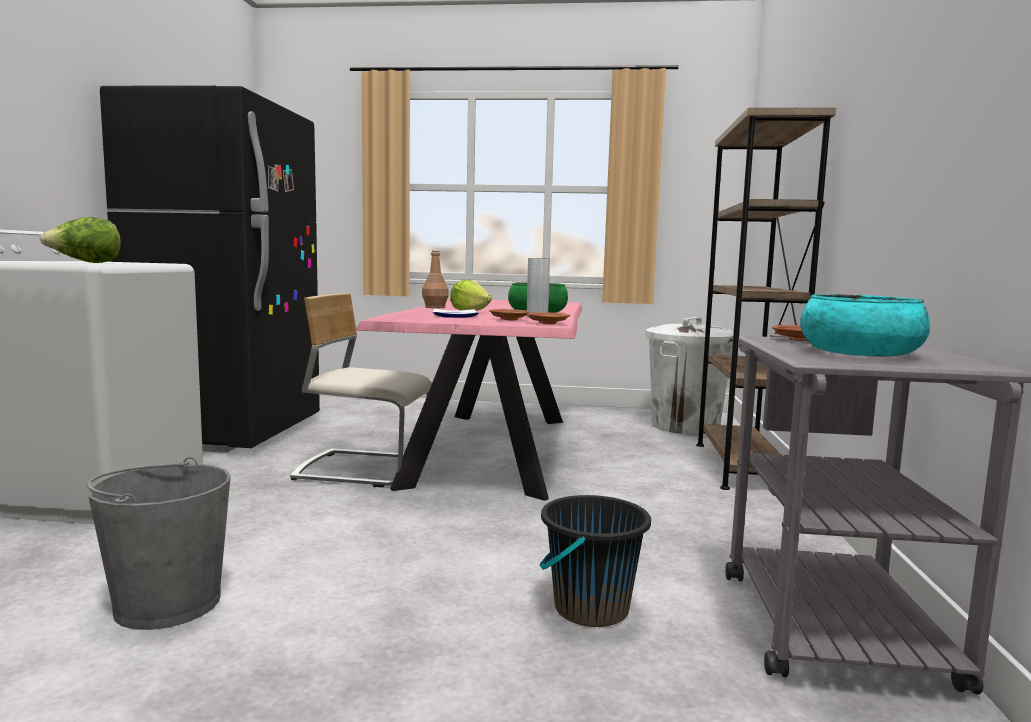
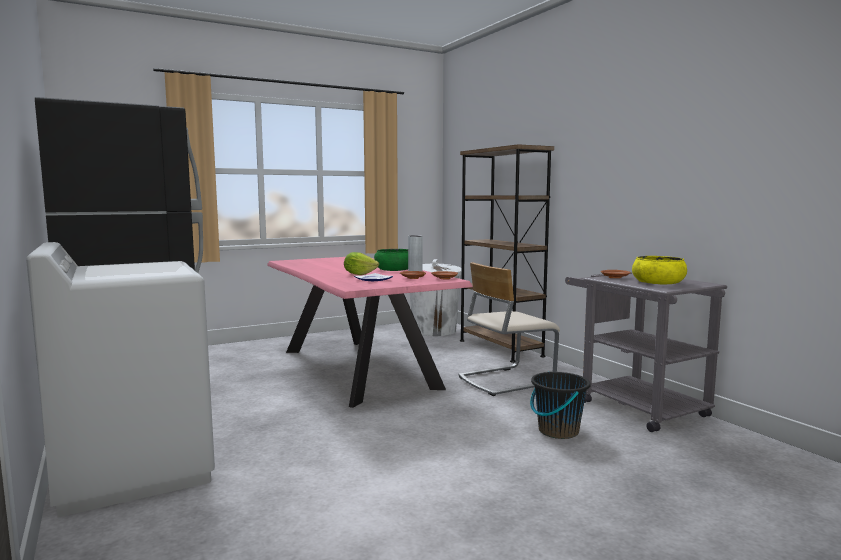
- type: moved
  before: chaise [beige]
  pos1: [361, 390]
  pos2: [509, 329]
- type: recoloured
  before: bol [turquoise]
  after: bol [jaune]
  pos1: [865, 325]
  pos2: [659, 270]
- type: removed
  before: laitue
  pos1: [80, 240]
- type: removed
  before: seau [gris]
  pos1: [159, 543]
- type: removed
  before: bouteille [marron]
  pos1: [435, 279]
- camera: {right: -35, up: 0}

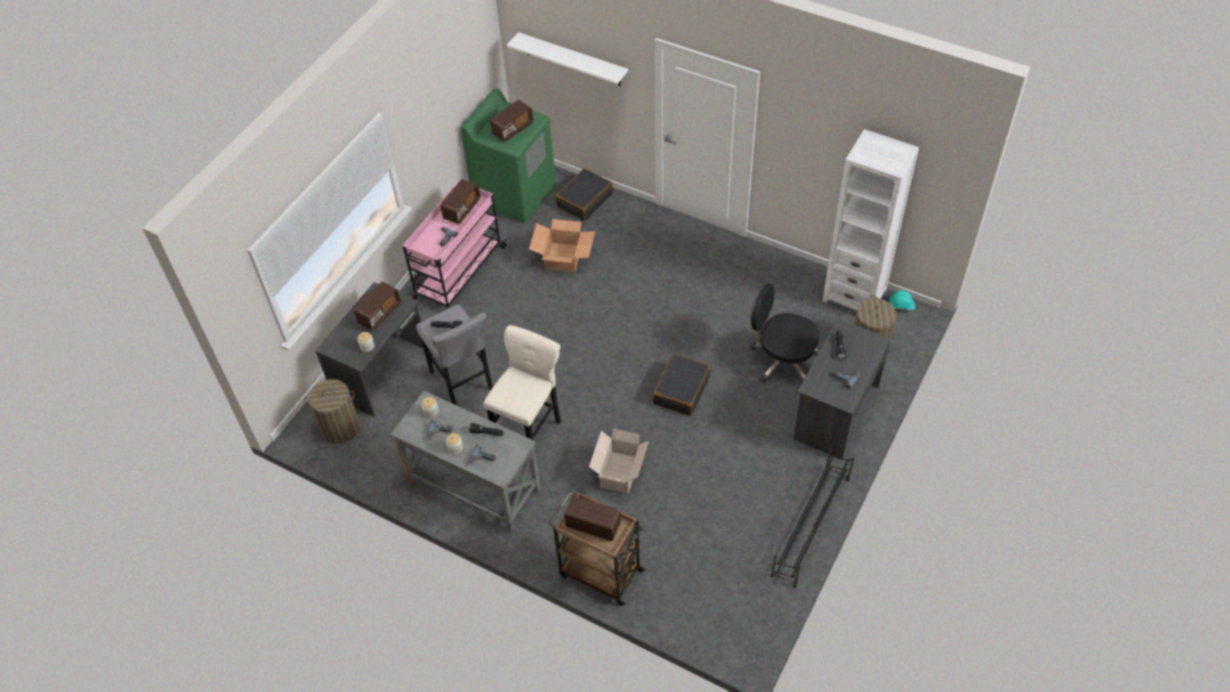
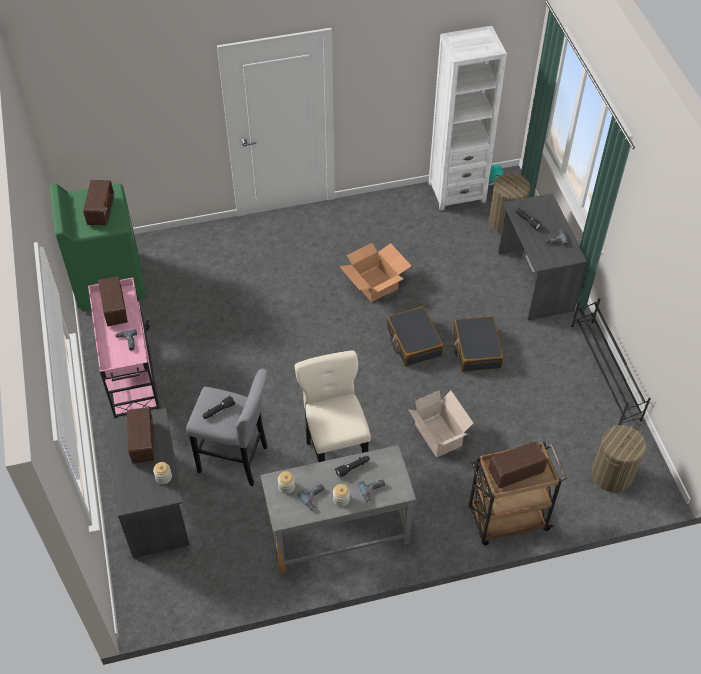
- type: moved
  before: carton
  pos1: [562, 245]
  pos2: [375, 272]
- type: moved
  before: valise [noir]
  pos1: [584, 194]
  pos2: [478, 344]
- type: moved
  before: panier à linge
  pos1: [332, 411]
  pos2: [619, 458]
- type: removed
  before: étagère [blanc]
  pos1: [567, 59]
- type: removed
  before: chaise de bureau [noir]
  pos1: [785, 333]
- camera: {right: -45, up: 0}

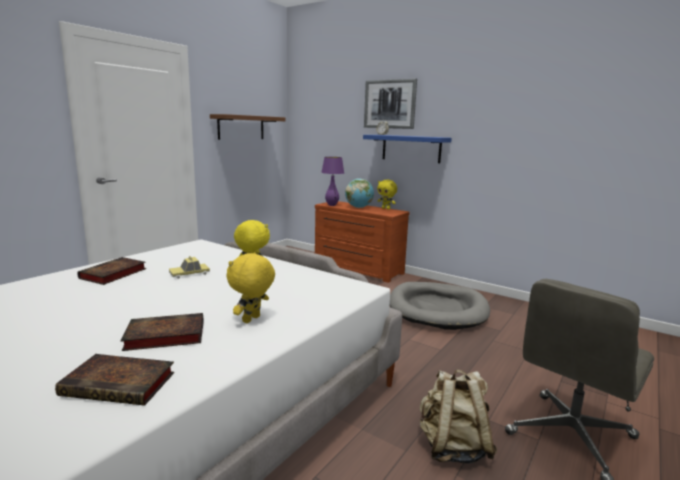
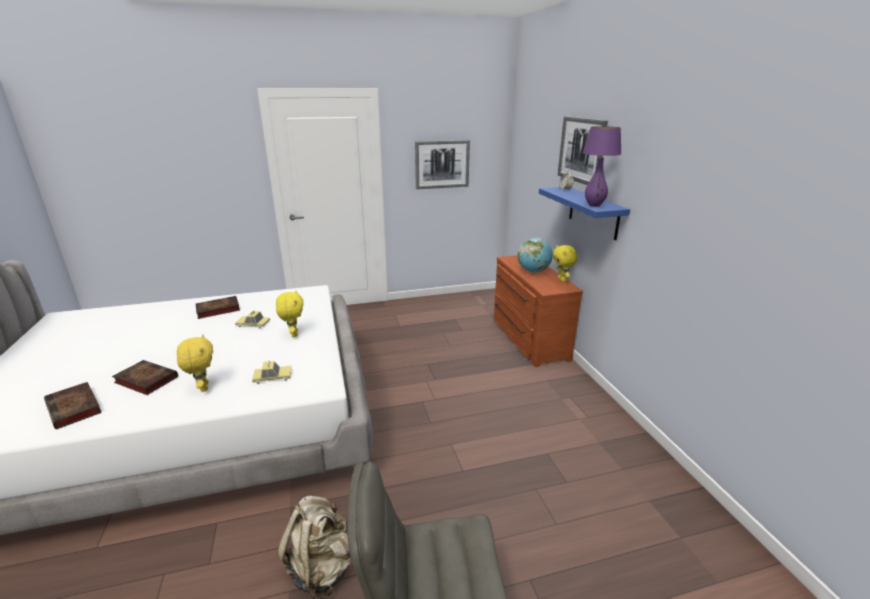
- type: turned
  before: peluche [jaune]
  pos1: [251, 287]
  pos2: [195, 363]
  turn: 90
- type: added
  after: petite voiture
  pos2: [272, 372]
- type: replaced
  before: étagère [marron]
  after: tableau
  pos1: [248, 127]
  pos2: [442, 164]
- type: moved
  before: lampe de table [violet]
  pos1: [332, 181]
  pos2: [602, 166]
- type: removed
  before: panier pour chien [gris]
  pos1: [440, 306]
- camera: {right: 40, up: 10}

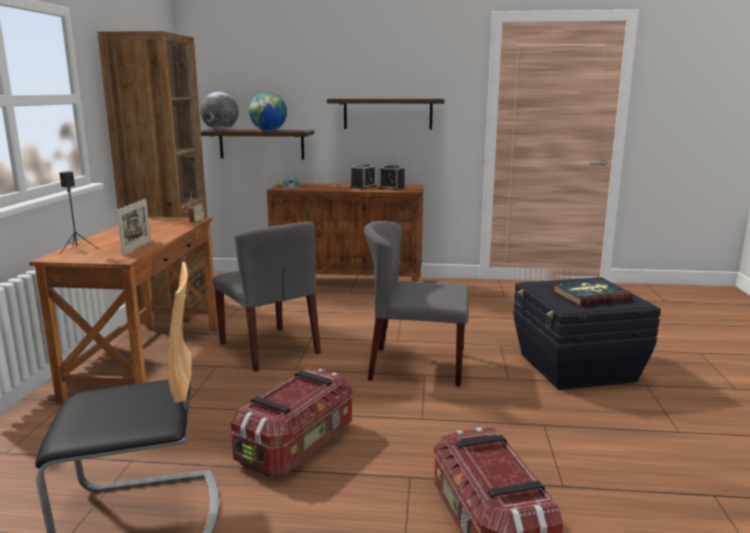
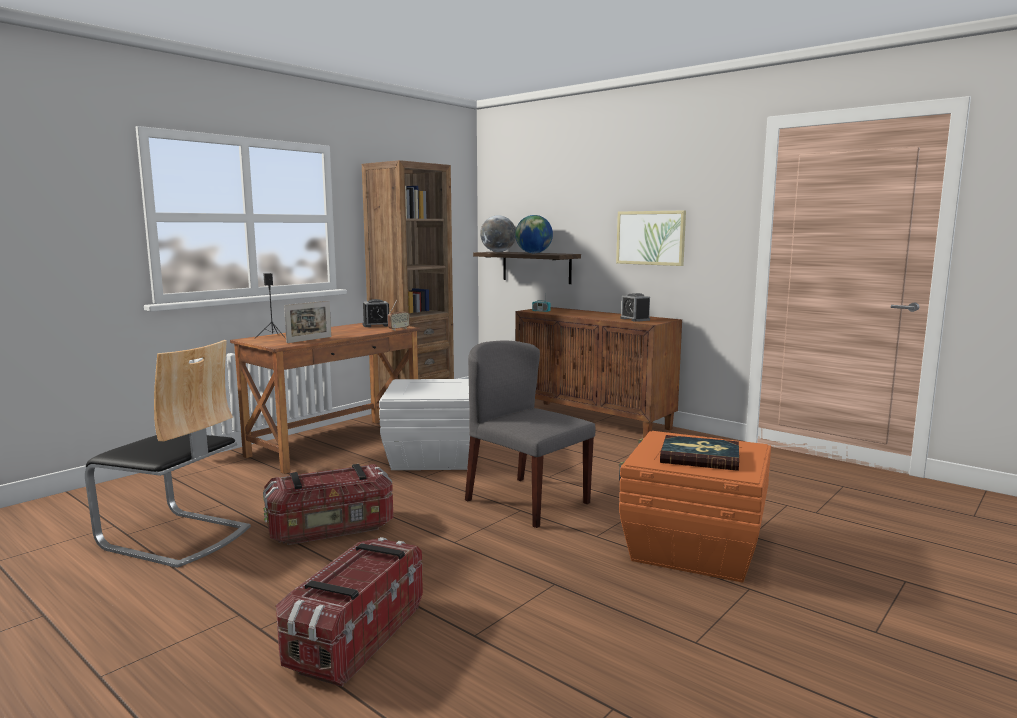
- type: moved
  before: réveil
  pos1: [363, 176]
  pos2: [376, 313]
- type: replaced
  before: chaise [gris]
  after: boîte de rangement [blanc]
  pos1: [267, 296]
  pos2: [424, 424]
- type: replaced
  before: étagère
  after: tableau
  pos1: [385, 113]
  pos2: [651, 238]
- type: recoloured
  before: boîte de rangement [noir]
  after: boîte de rangement [orange]
  pos1: [587, 333]
  pos2: [695, 507]
- camera: {right: 35, up: -5}

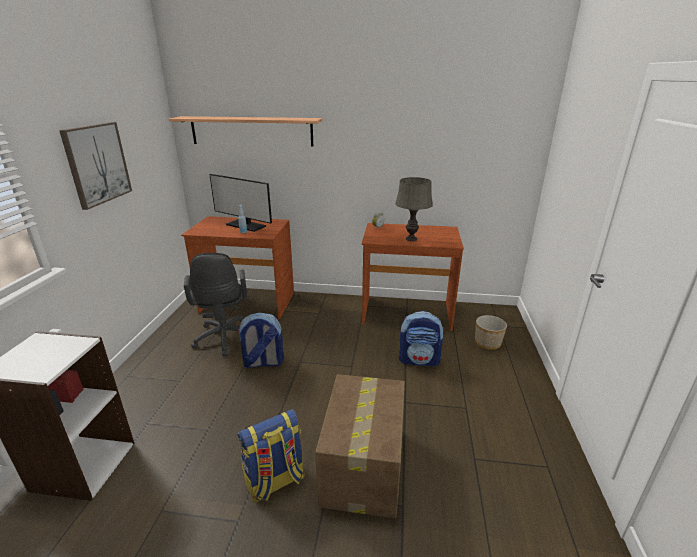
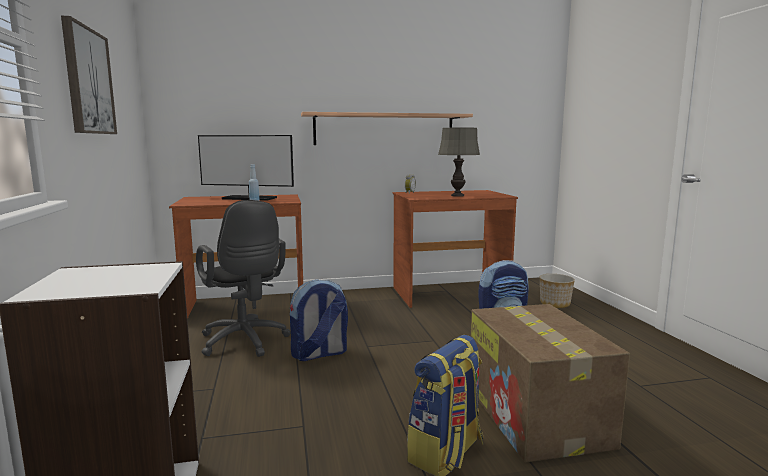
- type: moved
  before: étagère
  pos1: [245, 131]
  pos2: [387, 128]
- camera: {right: -20, up: -15}

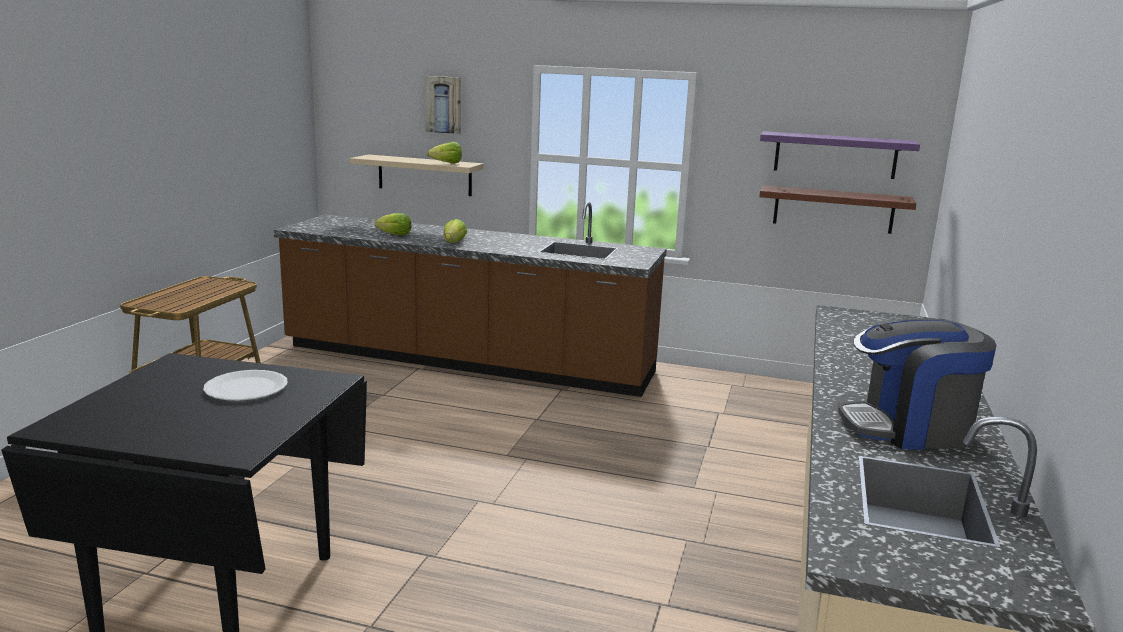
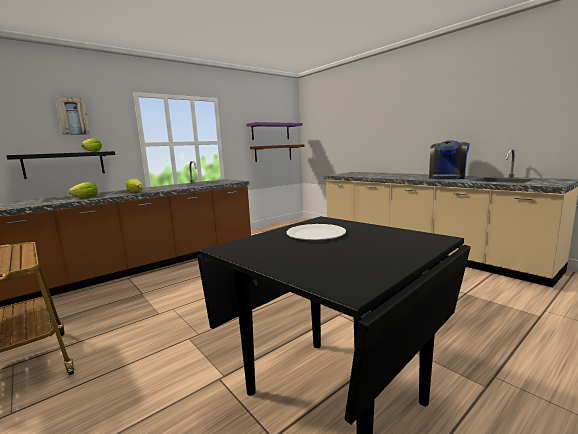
- type: recoloured
  before: étagère [beige]
  after: étagère [noir]
  pos1: [417, 175]
  pos2: [60, 165]
- camera: {right: -55, up: -5}

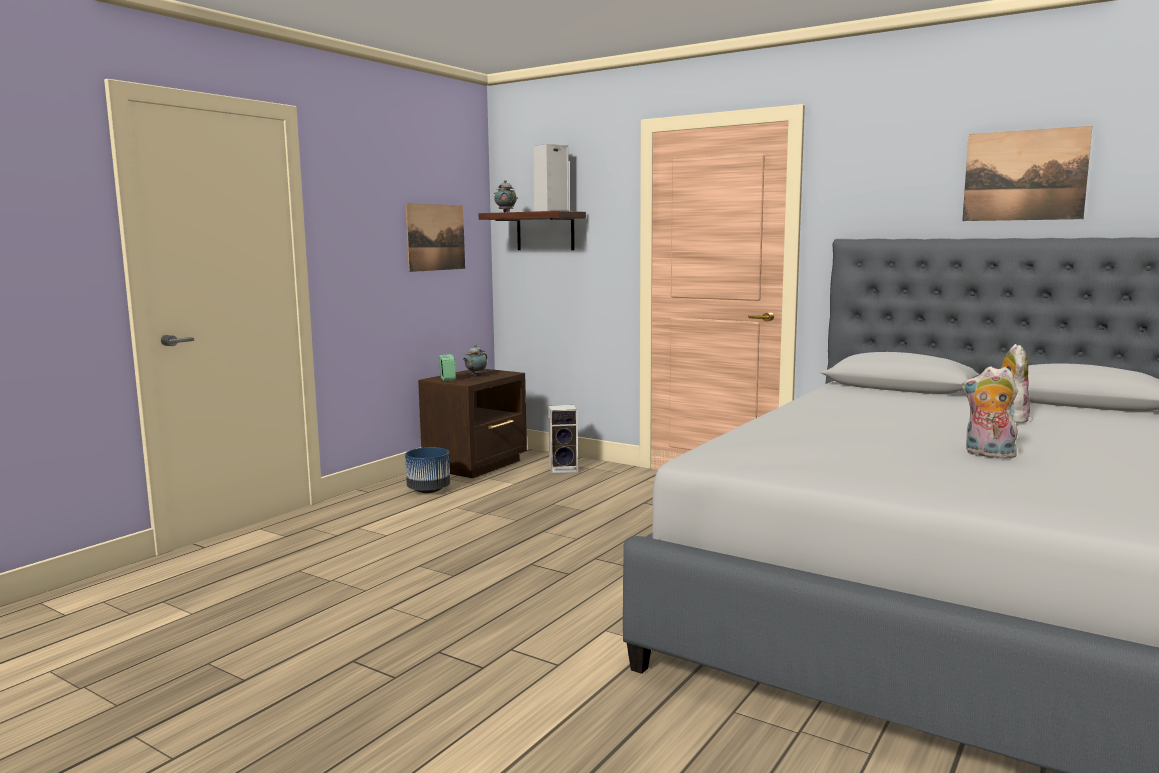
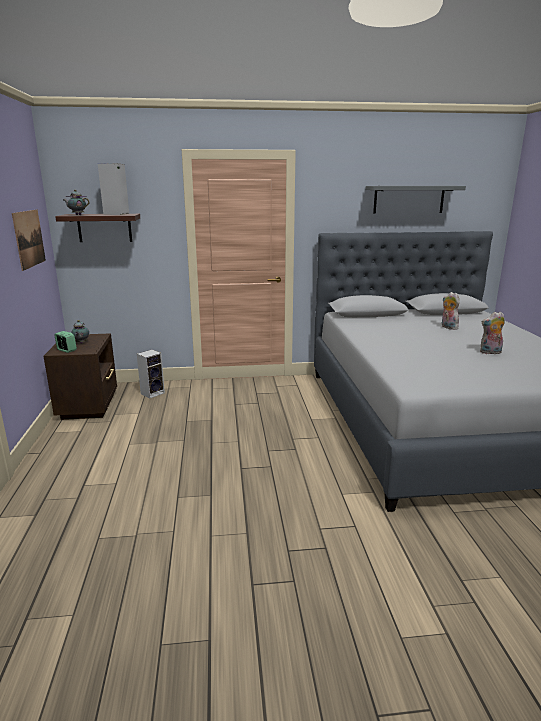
- type: replaced
  before: tableau
  after: étagère [gris]
  pos1: [1027, 173]
  pos2: [415, 199]
- type: removed
  before: cache-pot [bleu]
  pos1: [427, 470]
- camera: {right: -40, up: 10}

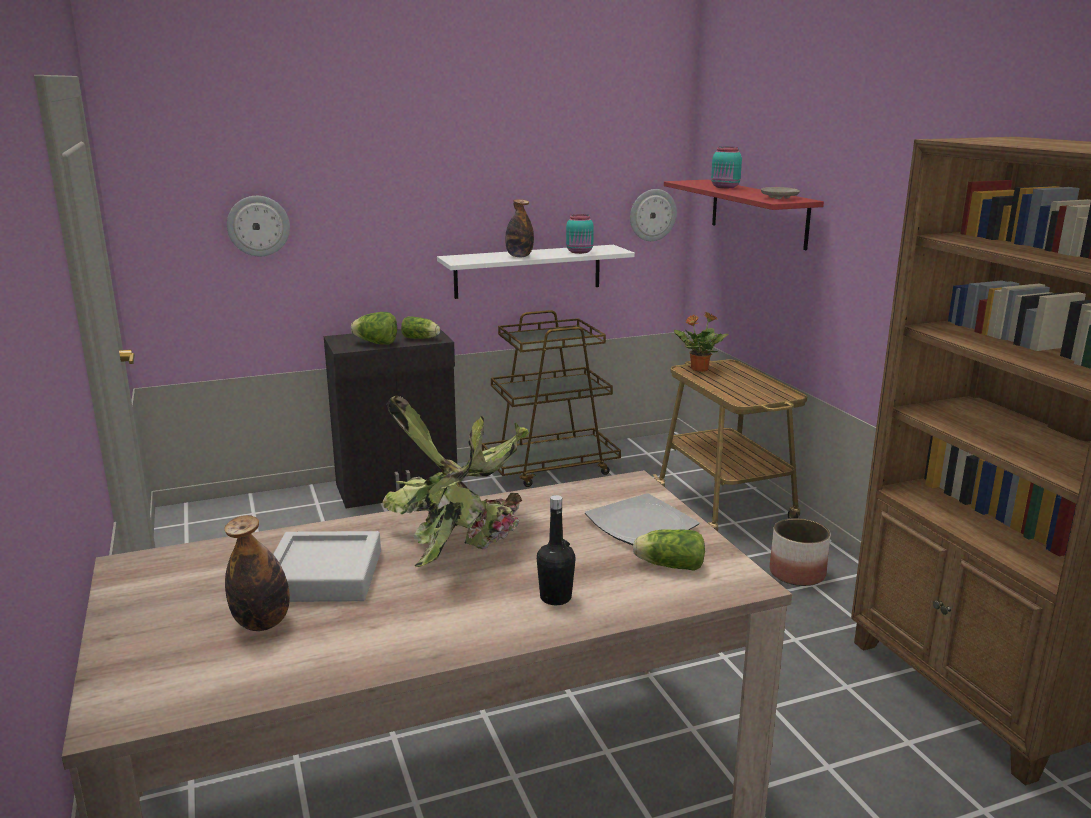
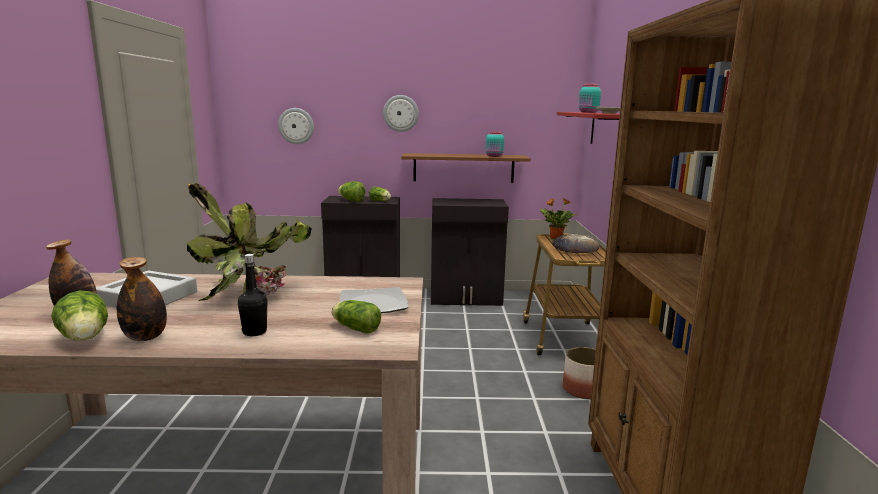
- type: added
  after: laitue
  pos2: [79, 315]
- type: moved
  before: bouteille
  pos1: [519, 228]
  pos2: [142, 299]
- type: moved
  before: horloge murale
  pos1: [653, 215]
  pos2: [401, 113]
- type: recoloured
  before: étagère [blanc]
  after: étagère [marron]
  pos1: [536, 272]
  pos2: [466, 168]
- type: replaced
  before: chariot [marron]
  after: meuble de rangement [noir]
  pos1: [551, 398]
  pos2: [470, 252]
- type: added
  after: pain
  pos2: [576, 243]
- camera: {right: 20, up: -5}

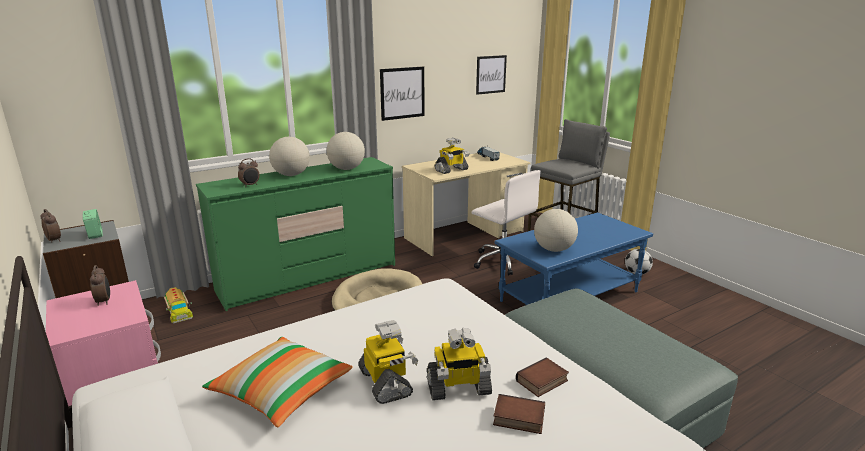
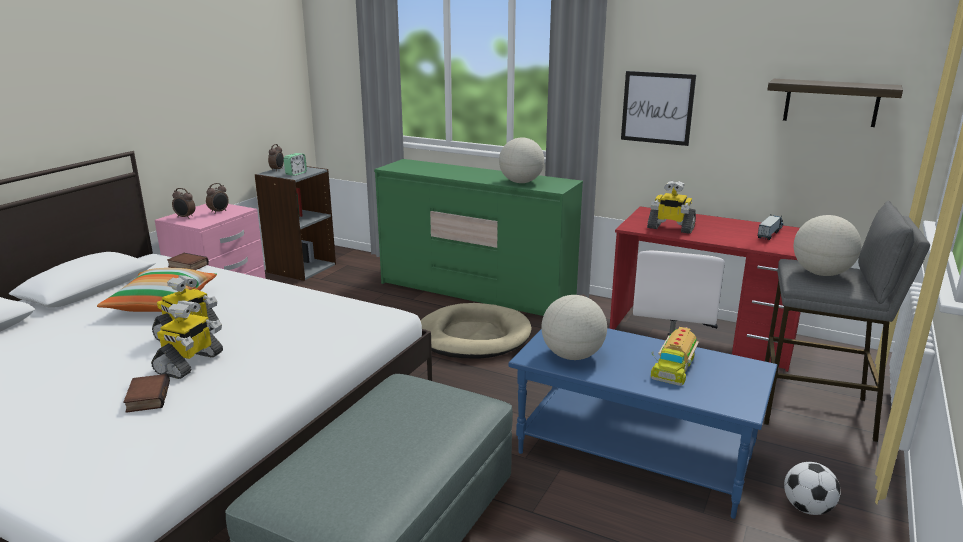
- type: turned
  before: robot jouet
  pos1: [459, 364]
  pos2: [187, 339]
  turn: -120
- type: moved
  before: livre
  pos1: [542, 377]
  pos2: [188, 261]
- type: moved
  before: réveil
  pos1: [249, 172]
  pos2: [183, 203]
- type: recoloured
  before: bureau [beige]
  after: bureau [rouge]
  pos1: [466, 204]
  pos2: [705, 289]
- type: moved
  before: camion jouet
  pos1: [178, 305]
  pos2: [675, 356]
- type: replaced
  before: tableau
  after: étagère
  pos1: [491, 75]
  pos2: [835, 103]
- type: moved
  before: globe
  pos1: [289, 156]
  pos2: [827, 245]
- camera: {right: 60, up: 0}

